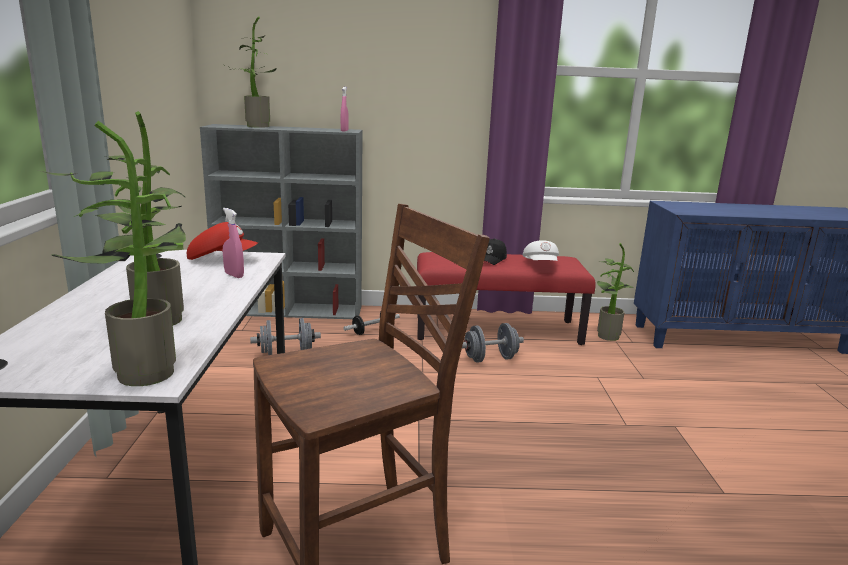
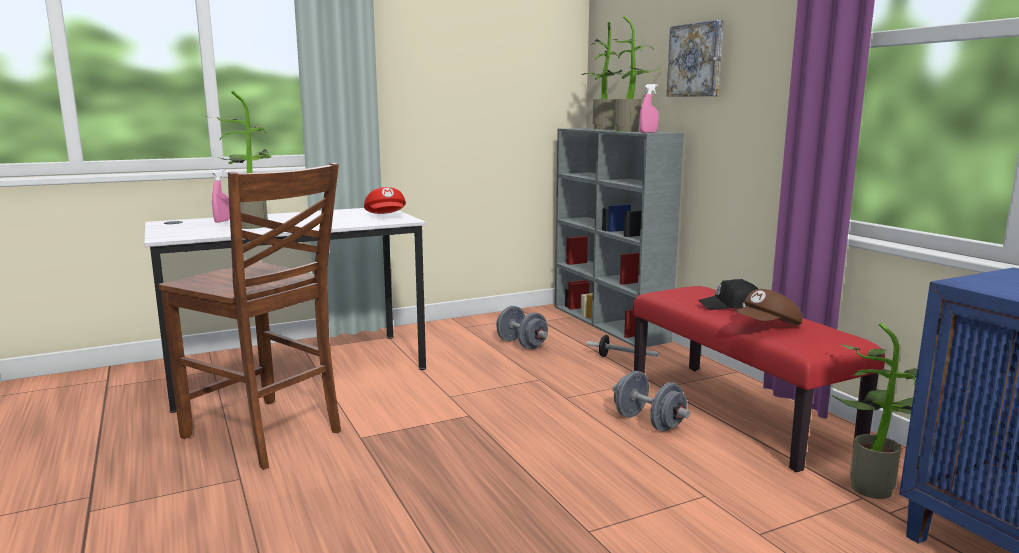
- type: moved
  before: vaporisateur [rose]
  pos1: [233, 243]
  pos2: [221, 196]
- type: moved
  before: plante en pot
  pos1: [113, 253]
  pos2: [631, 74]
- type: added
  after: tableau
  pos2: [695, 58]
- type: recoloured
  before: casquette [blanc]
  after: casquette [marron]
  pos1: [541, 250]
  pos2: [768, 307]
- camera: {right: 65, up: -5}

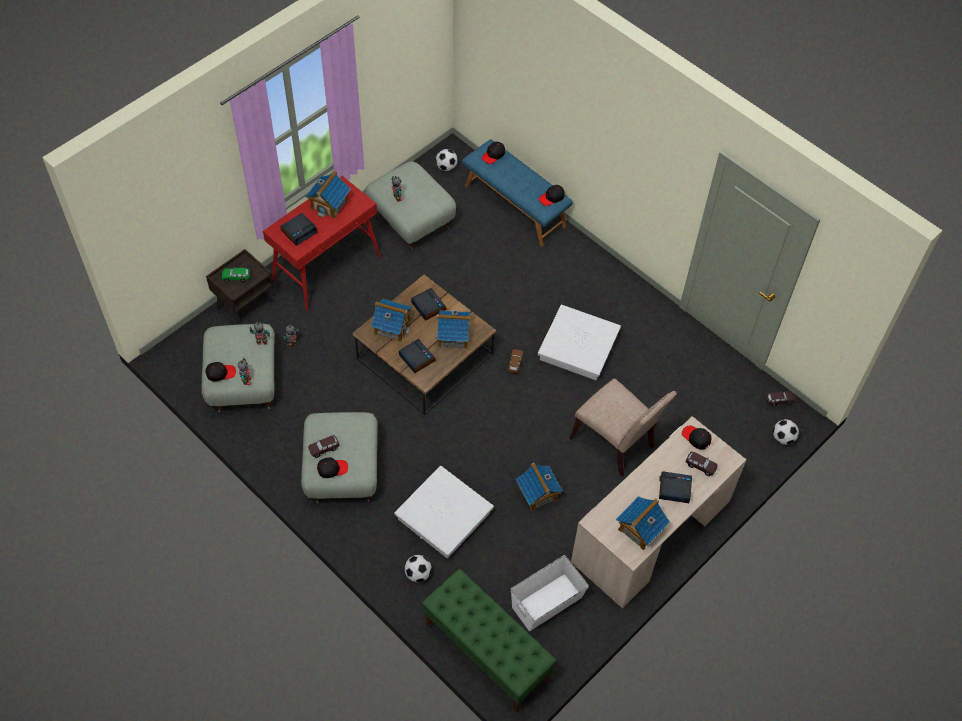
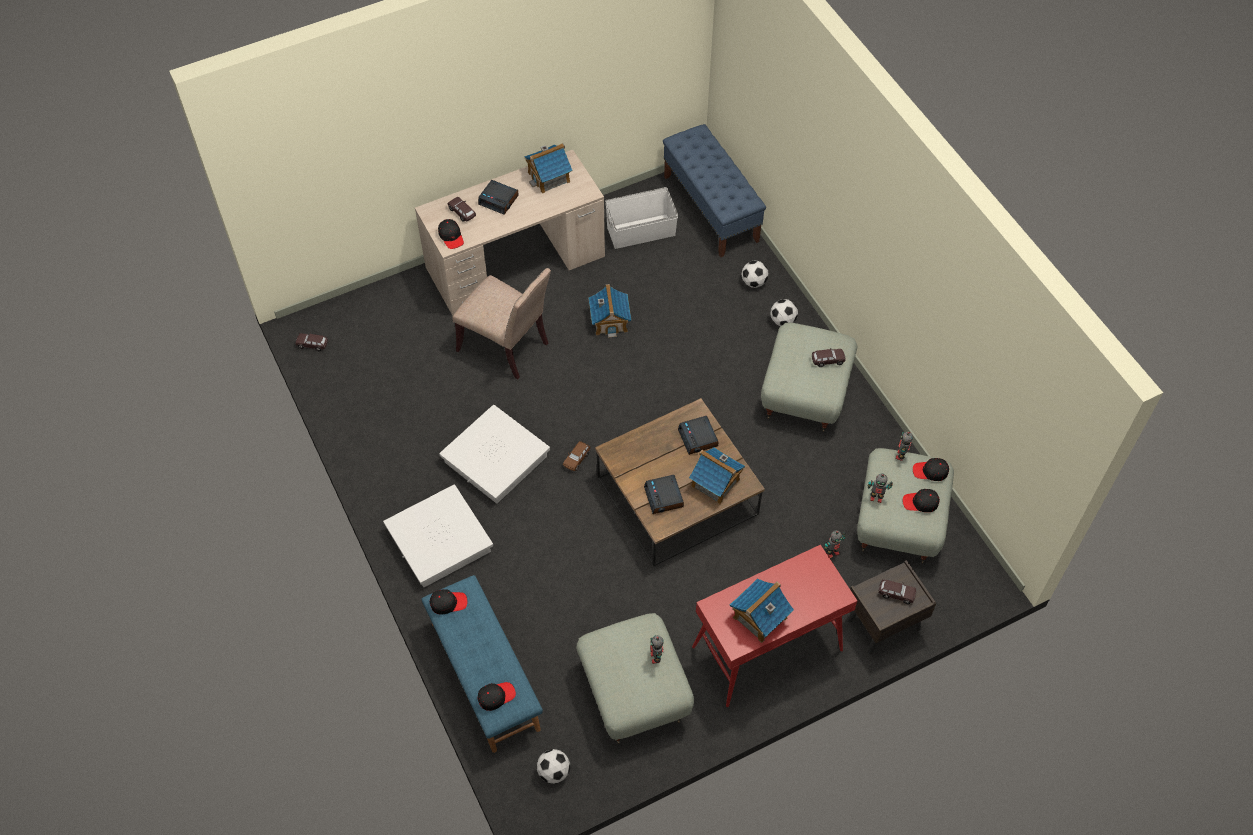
- type: moved
  before: boîte de rangement [blanc]
  pos1: [444, 512]
  pos2: [438, 535]
- type: turned
  before: chaise [beige]
  pos1: [623, 427]
  pos2: [502, 323]
  turn: 150
- type: recoloured
  before: banc [vert]
  after: banc [bleu]
  pos1: [489, 641]
  pos2: [714, 190]
- type: moved
  before: ballon de foot
  pos1: [786, 432]
  pos2: [784, 312]
- type: recoloured
  before: petite voiture [vert]
  after: petite voiture [marron]
  pos1: [236, 274]
  pos2: [897, 591]
- type: moved
  before: casquette [noir]
  pos1: [332, 468]
  pos2: [921, 500]
- type: removed
  before: réveil
  pos1: [299, 229]
- type: removed
  before: maison miniature
  pos1: [453, 329]
- camera: {right: -160, up: 0}

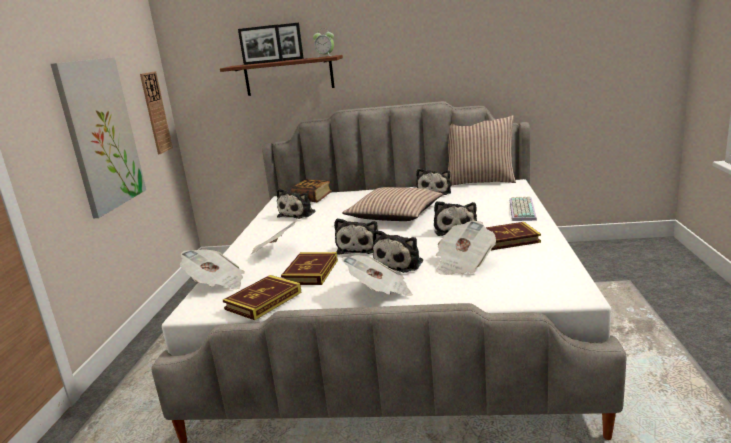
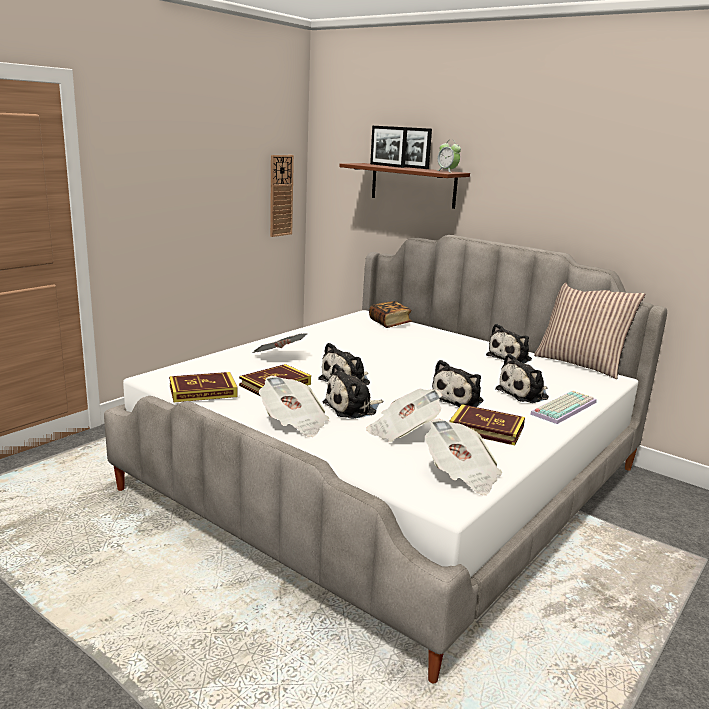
- type: moved
  before: journal
  pos1: [212, 269]
  pos2: [463, 457]
- type: moved
  before: peluche
  pos1: [296, 203]
  pos2: [522, 378]
- type: removed
  before: tableau
  pos1: [98, 137]
- type: removed
  before: coussin
  pos1: [392, 204]
- camera: {right: 30, up: 0}

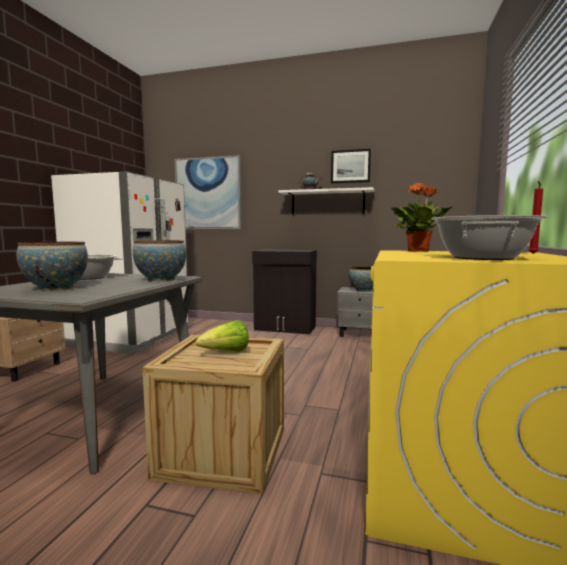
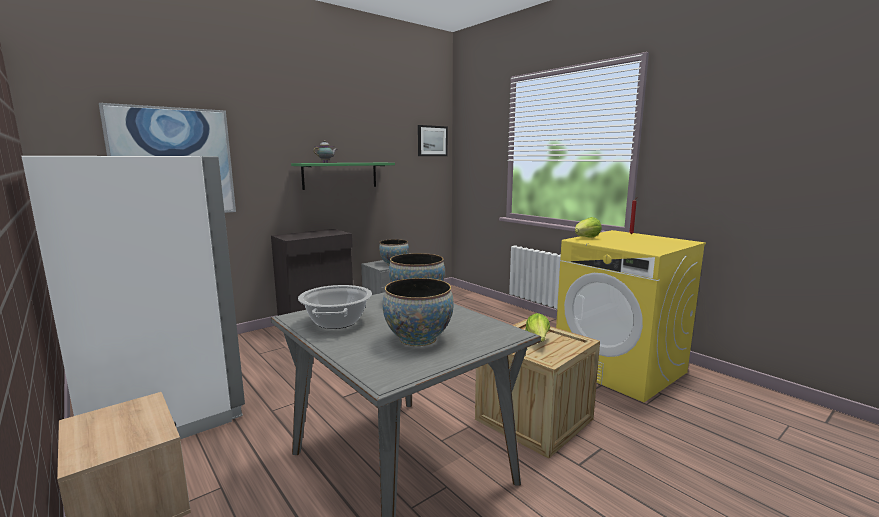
- type: recoloured
  before: étagère [blanc]
  after: étagère [vert]
  pos1: [326, 201]
  pos2: [343, 176]
- type: moved
  before: tableau
  pos1: [351, 166]
  pos2: [433, 140]
- type: replaced
  before: plante en pot
  after: laitue
  pos1: [421, 217]
  pos2: [588, 227]
- type: removed
  before: marmite
  pos1: [489, 237]
- camera: {right: -55, up: 5}

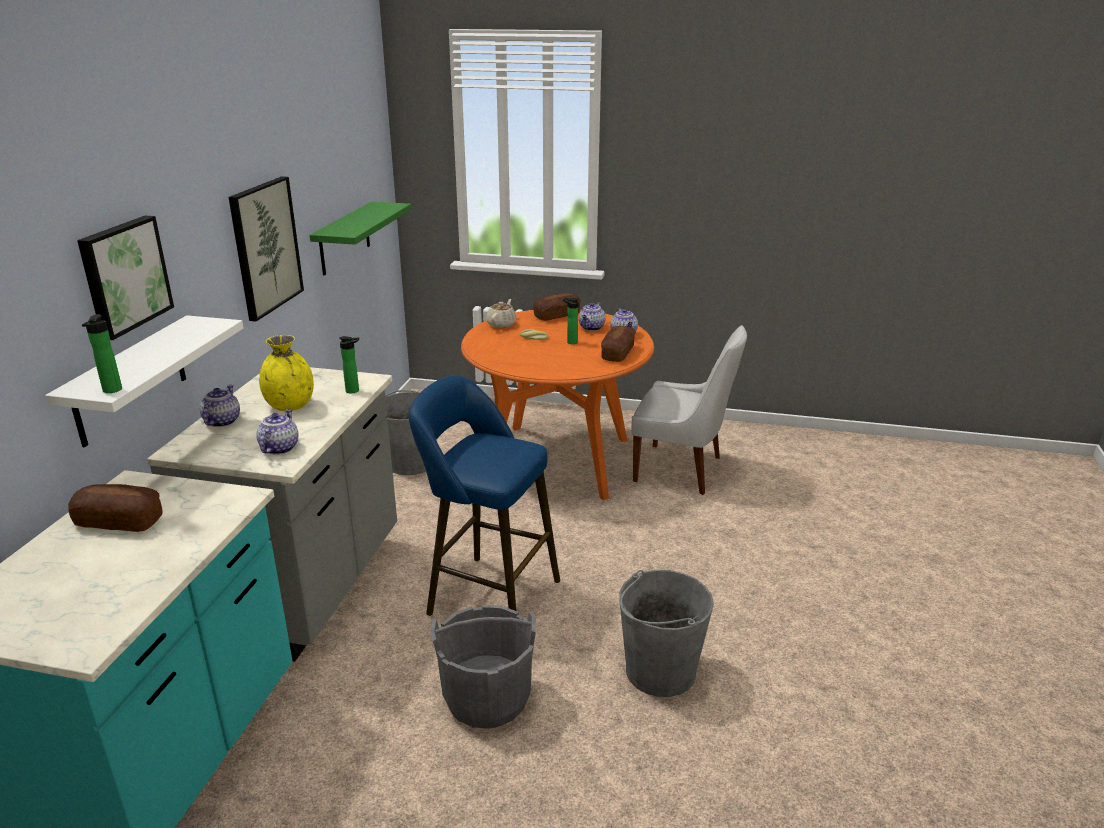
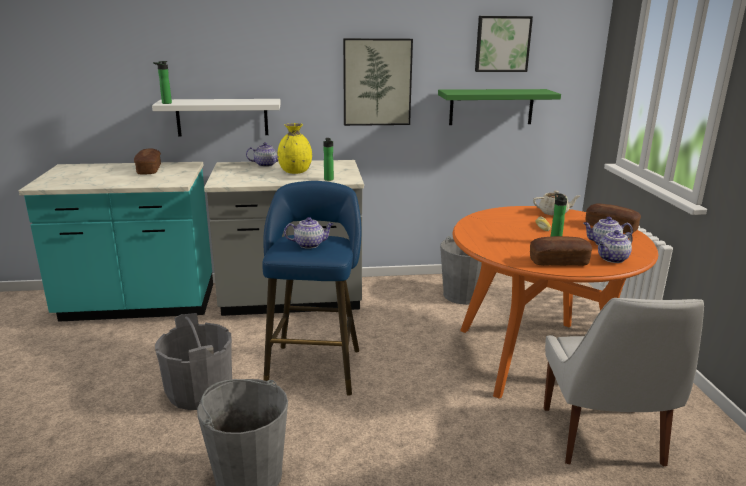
- type: moved
  before: théière
  pos1: [277, 432]
  pos2: [308, 233]
- type: moved
  before: tableau
  pos1: [125, 278]
  pos2: [504, 44]
- camera: {right: 70, up: -5}

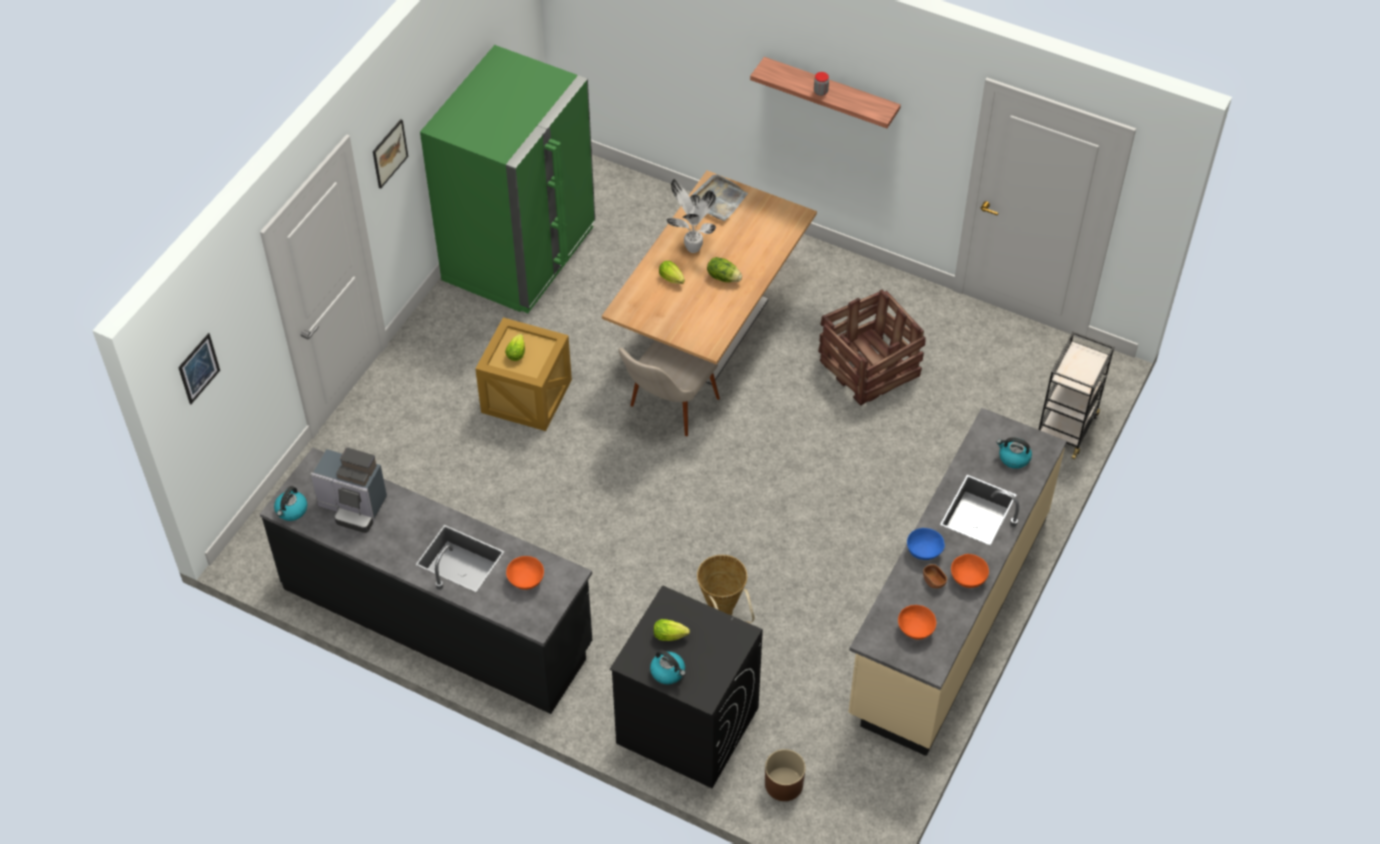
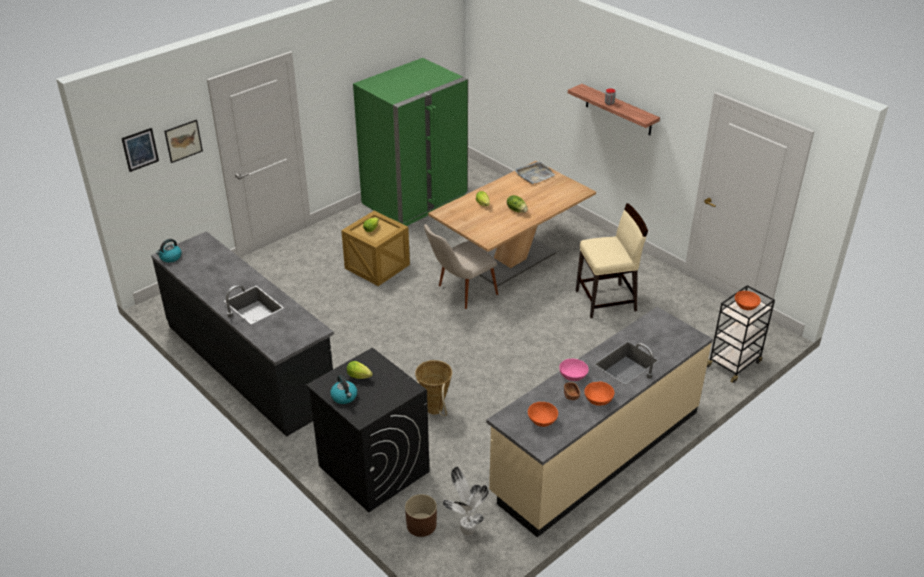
- type: moved
  before: tableau
  pos1: [390, 154]
  pos2: [183, 141]
- type: moved
  before: plante en pot
  pos1: [691, 216]
  pos2: [466, 501]
- type: recoloured
  before: bol [bleu]
  after: bol [rose]
  pos1: [926, 544]
  pos2: [574, 370]
- type: replaced
  before: caisse
  after: chaise [beige]
  pos1: [872, 347]
  pos2: [612, 261]
- type: moved
  before: bol [orange]
  pos1: [525, 573]
  pos2: [748, 300]
- type: removed
  before: machine à café
  pos1: [348, 490]
- type: removed
  before: bouilloire
  pos1: [1014, 453]
- camera: {right: 20, up: -15}

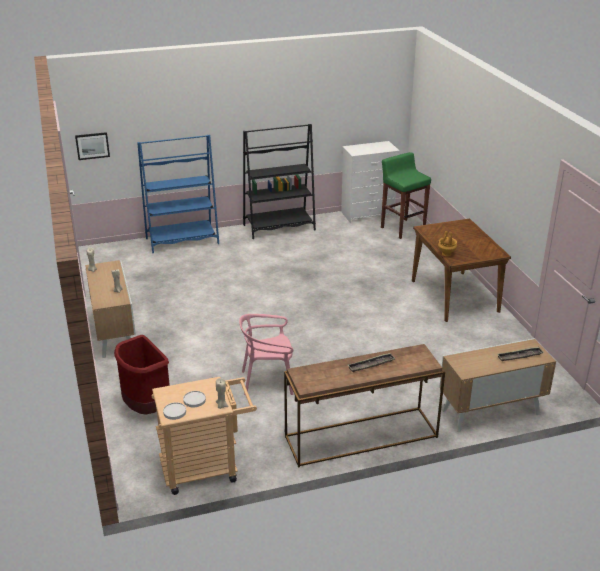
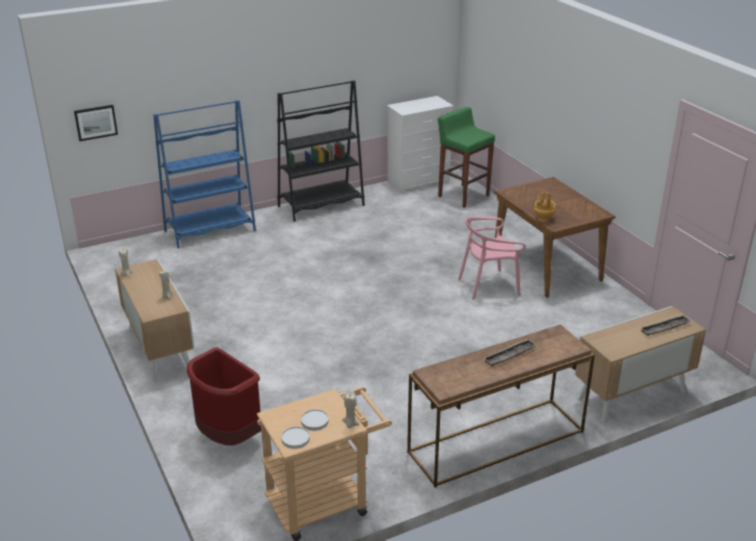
- type: moved
  before: chaise [rose]
  pos1: [266, 354]
  pos2: [492, 258]
- camera: {right: -10, up: 0}

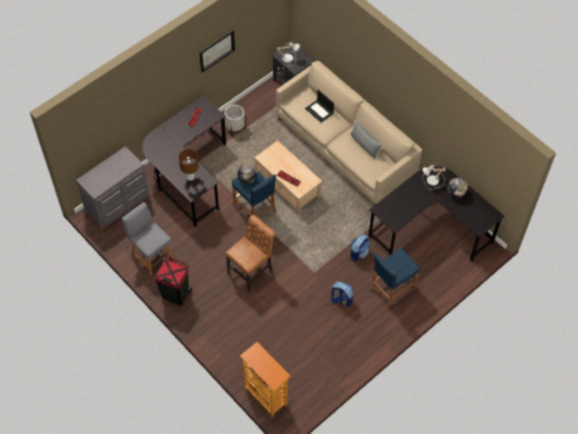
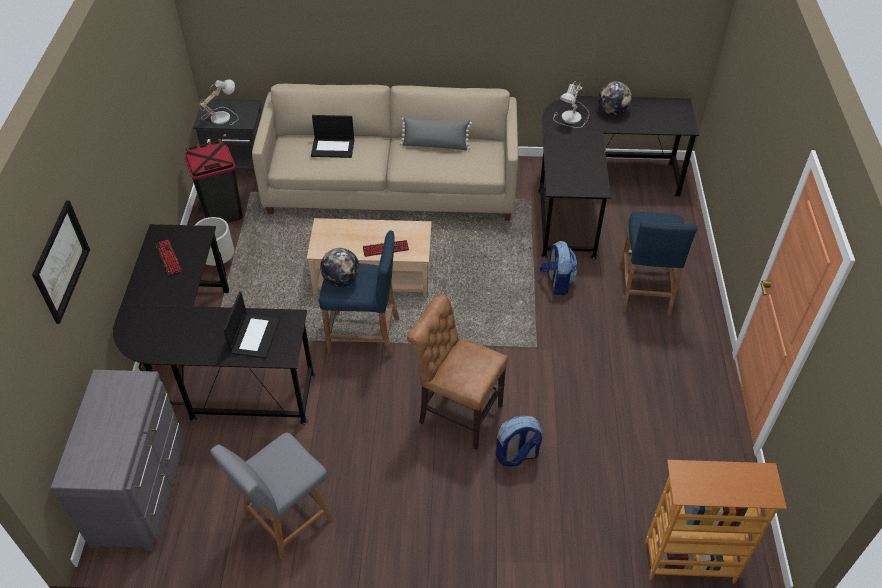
- type: moved
  before: tableau
  pos1: [217, 51]
  pos2: [61, 262]
- type: moved
  before: poubelle [noir]
  pos1: [173, 281]
  pos2: [214, 181]
- type: turned
  before: chaise [gris]
  pos1: [147, 239]
  pos2: [272, 496]
  turn: -45
- type: replaced
  before: lampe de table [marron]
  after: ordinateur portable
  pos1: [189, 164]
  pos2: [251, 324]
- type: turned
  before: chaise [marron]
  pos1: [250, 253]
  pos2: [457, 372]
  turn: -60
- type: moved
  before: sac à dos
  pos1: [342, 294]
  pos2: [518, 441]
- camera: {right: -45, up: -10}

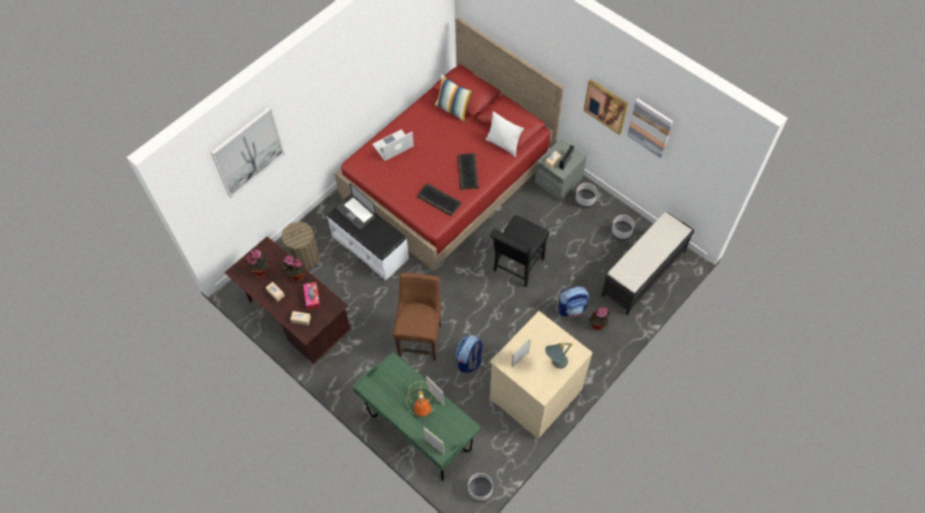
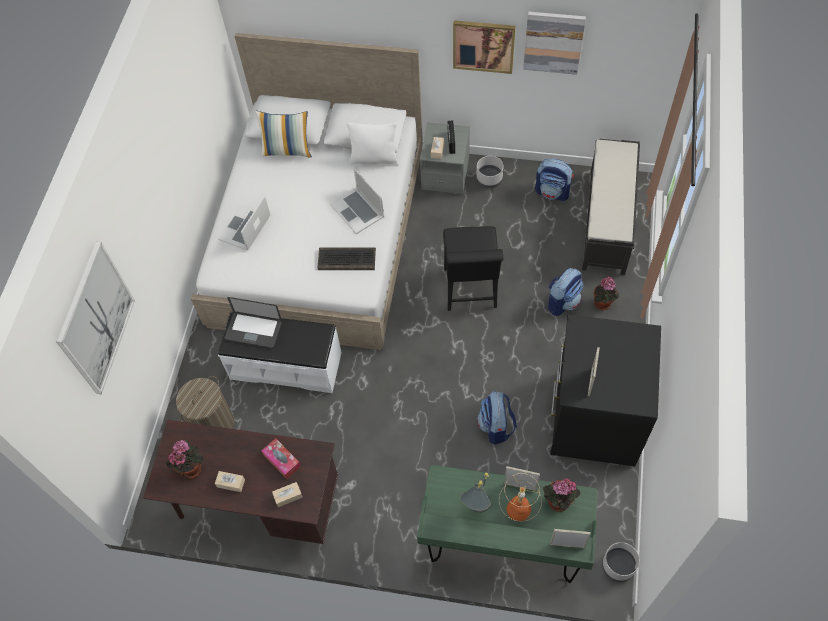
- type: recoloured
  before: lit [rouge]
  after: lit [blanc]
  pos1: [449, 144]
  pos2: [307, 191]
- type: replaced
  before: clavier
  after: ordinateur portable
  pos1: [468, 171]
  pos2: [357, 201]
- type: moved
  before: lampe de table [gris]
  pos1: [559, 355]
  pos2: [476, 493]
- type: replaced
  before: cache-pot [gris]
  after: sac à dos
  pos1: [623, 228]
  pos2: [554, 180]
- type: moved
  before: plante en pot
  pos1: [293, 268]
  pos2: [561, 495]
- type: recoloured
  before: commode [beige]
  after: commode [noir]
  pos1: [541, 375]
  pos2: [605, 390]
- type: removed
  before: chaise [marron]
  pos1: [417, 316]
- camera: {right: -30, up: 0}

